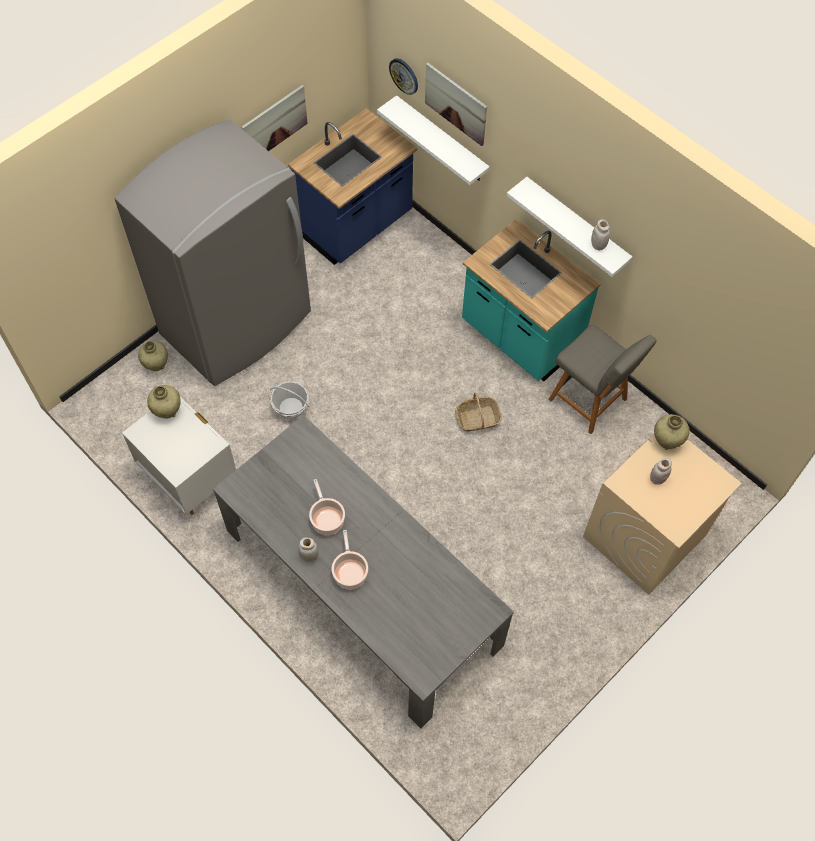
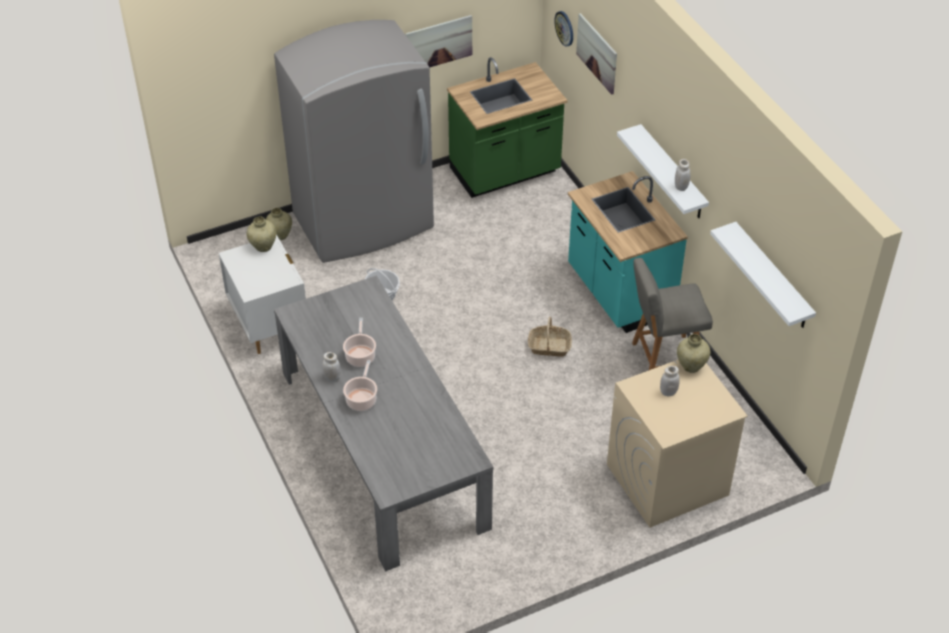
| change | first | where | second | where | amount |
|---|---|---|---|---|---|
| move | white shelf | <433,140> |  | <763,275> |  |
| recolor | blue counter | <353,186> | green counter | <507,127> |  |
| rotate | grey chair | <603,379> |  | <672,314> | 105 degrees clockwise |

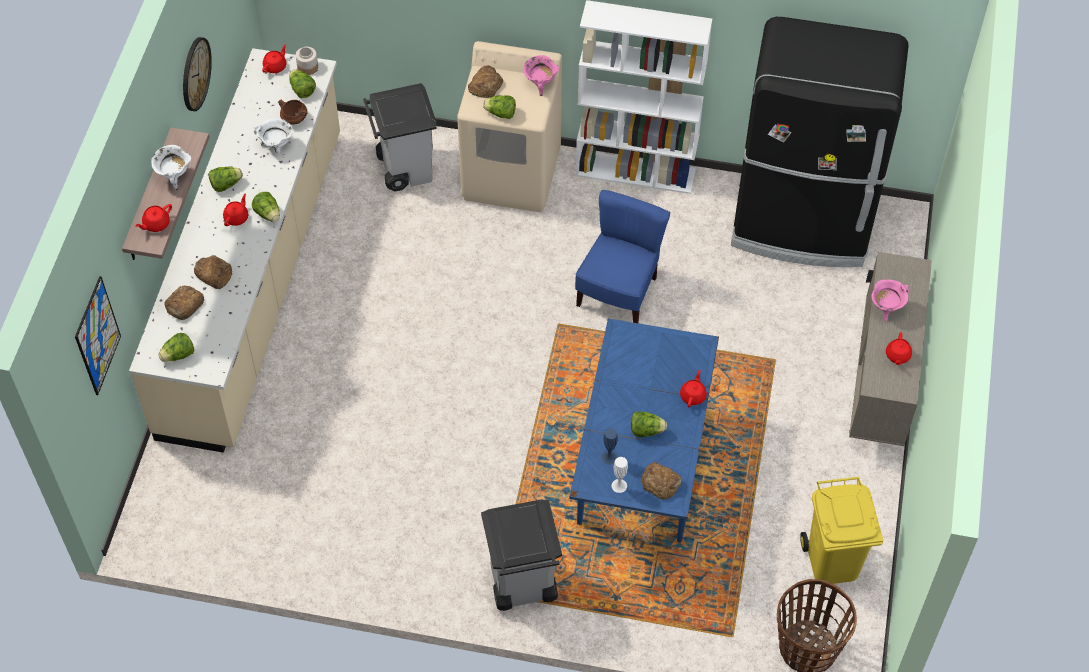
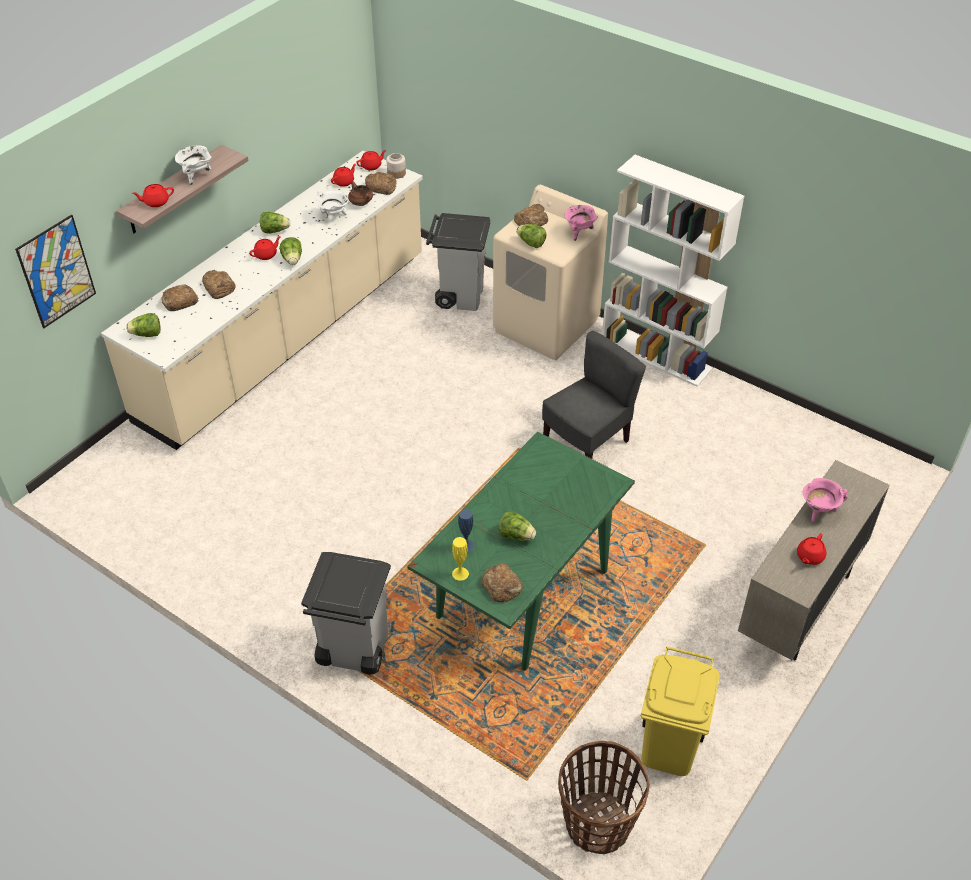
| change | first | where | second | where | amount |
|---|---|---|---|---|---|
| delete | wall clock | <197,74> |  |  |  |
| delete | black fridge | <820,142> |  |  |  |
| move | red teapot | <693,388> |  | <343,175> |  |
| replace | lettuce | <302,84> | bread | <380,183> |  |
| recolor | blue dining table | <644,431> | green dining table | <521,551> |  |
| recolor | blue chair | <622,256> | grey chair | <594,395> |  |
| recolor | white vase | <619,475> | yellow vase | <460,559> |  |

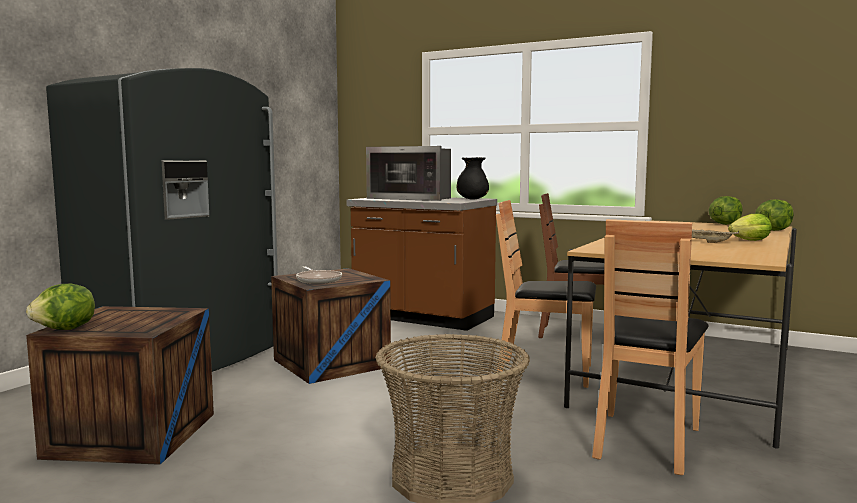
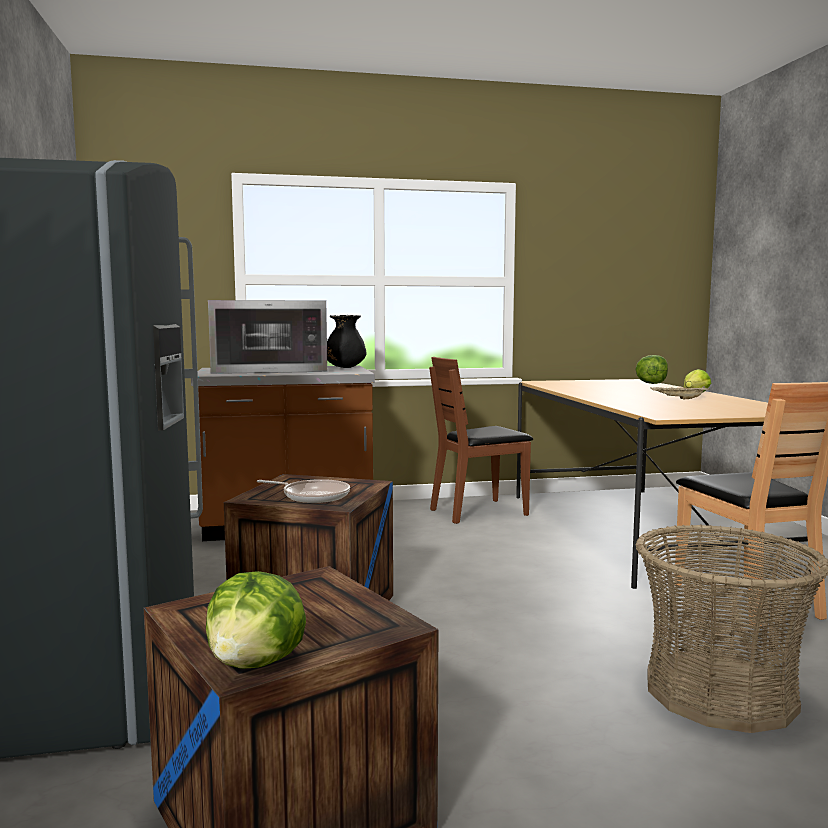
| change | first | where | second | where | amount |
|---|---|---|---|---|---|
| delete | brown chair | <546,294> |  |  |  |
| delete | lettuce | <726,210> |  |  |  |

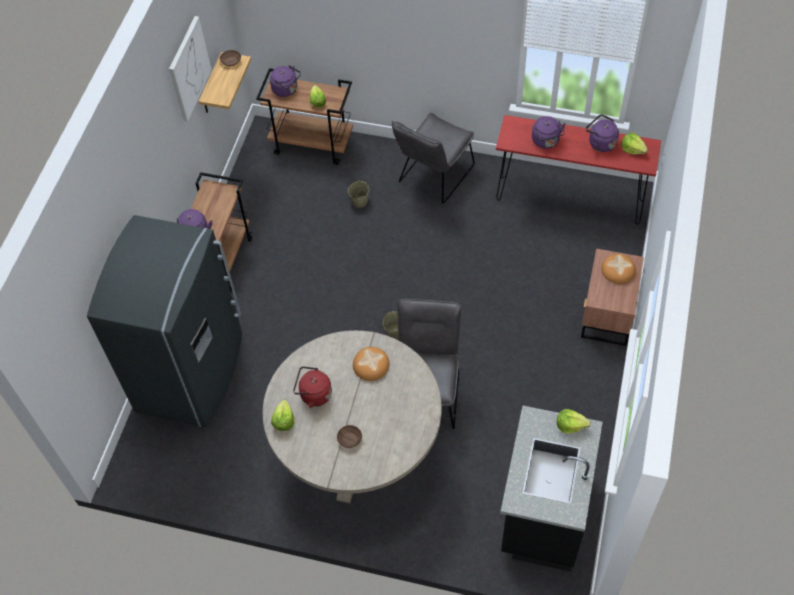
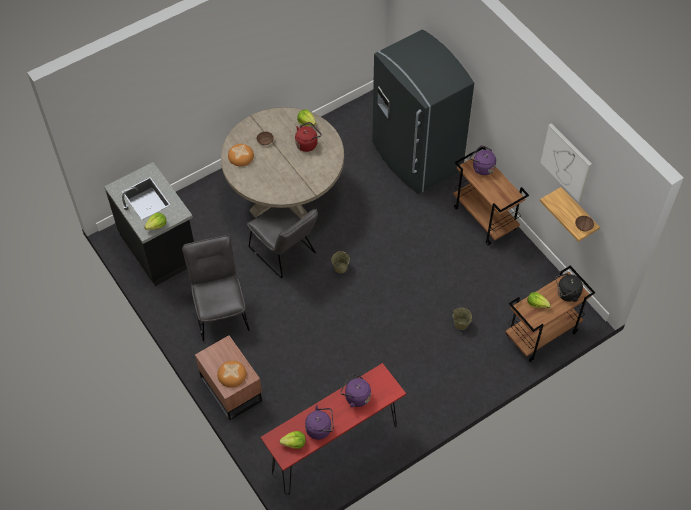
| change | first | where | second | where | amount |
|---|---|---|---|---|---|
| move | bread | <371,364> |  | <241,155> |  |
| move | grey chair | <433,158> |  | <216,288> |  |
| recolor | purple kettle | <285,81> | black kettle | <569,287> |  |

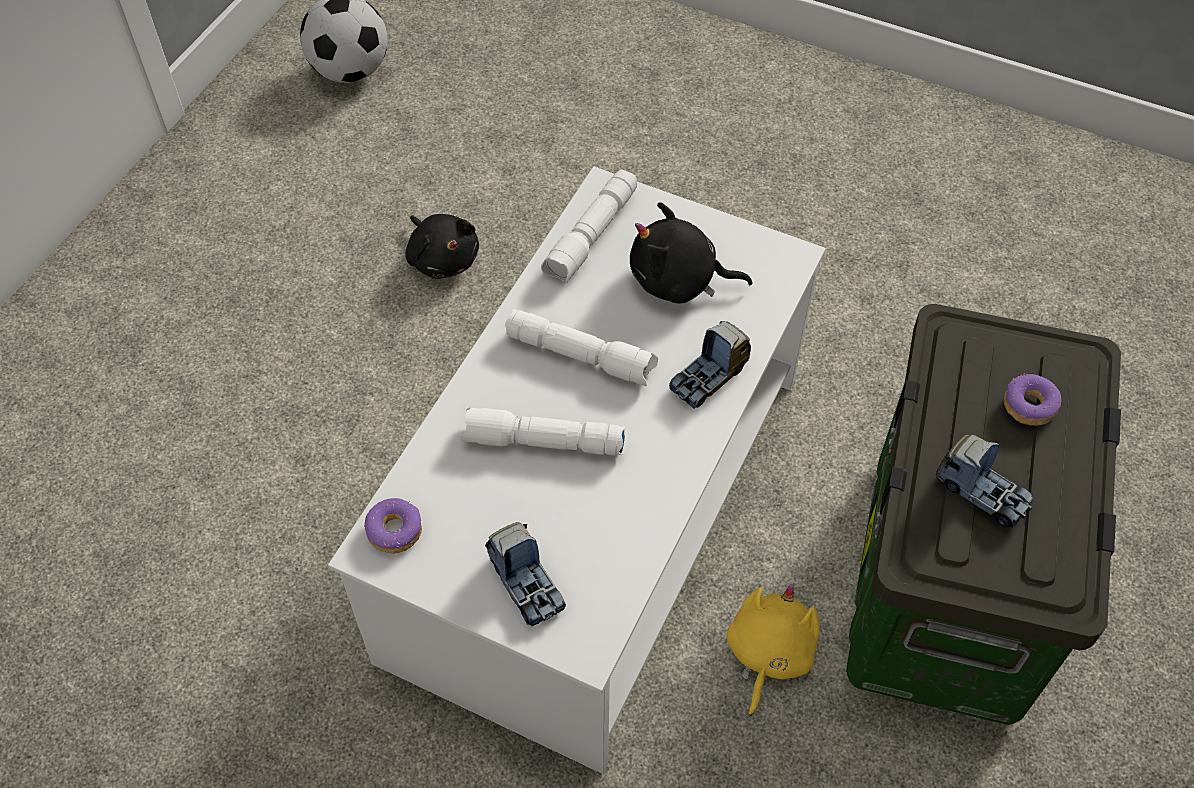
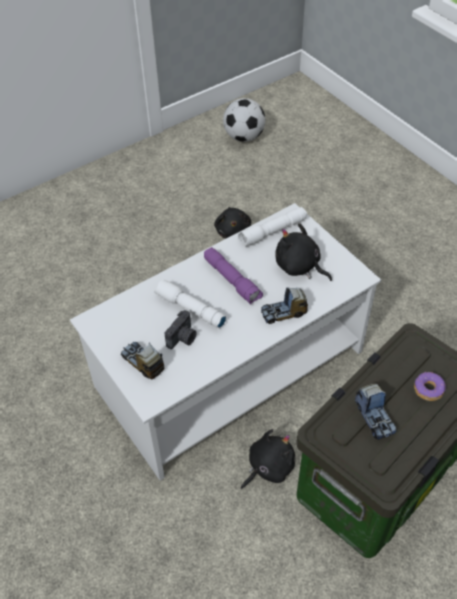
| change | first | where | second | where | amount |
|---|---|---|---|---|---|
| delete | donut | <393,526> |  |  |  |
| insert |  |  | photo camera | <180,329> |  |
| recolor | white flashlight | <581,348> | purple flashlight | <233,275> |  |
| recolor | yellow plush toy | <773,650> | black plush toy | <268,459> |  |
| rotate | toy truck | <525,574> |  | <143,360> | 135 degrees clockwise |

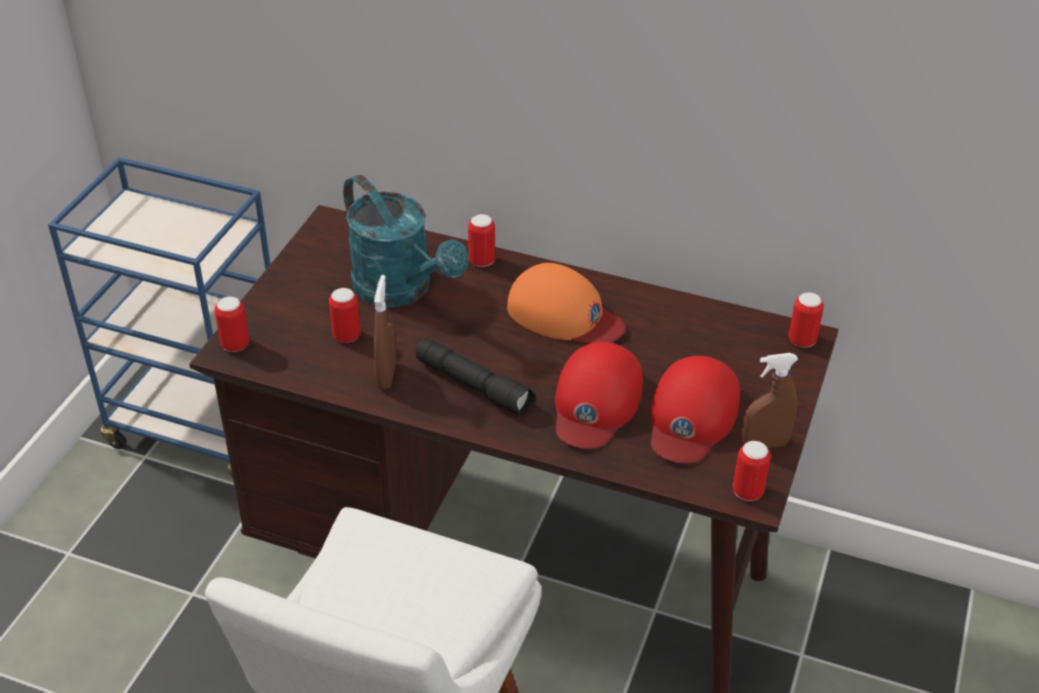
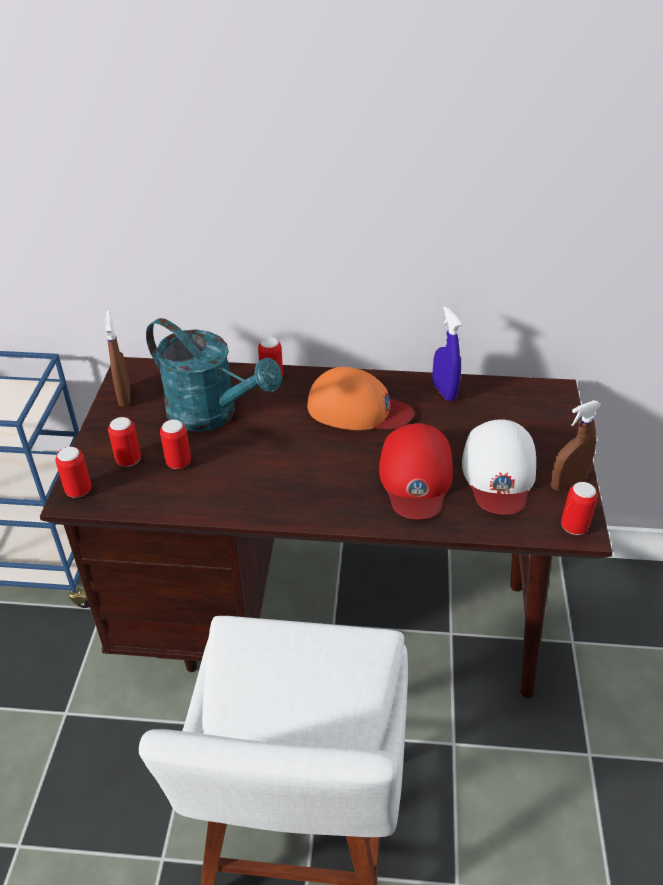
| change | first | where | second | where | amount |
|---|---|---|---|---|---|
| delete | black flashlight | <476,377> |  |  |  |
| insert |  |  | blue spray bottle | <447,353> |  |
| move | brown spray bottle | <384,332> |  | <117,359> |  |
| move | can | <806,320> |  | <124,442> |  |
| recolor | red cap | <695,410> | white cap | <499,467> |  |

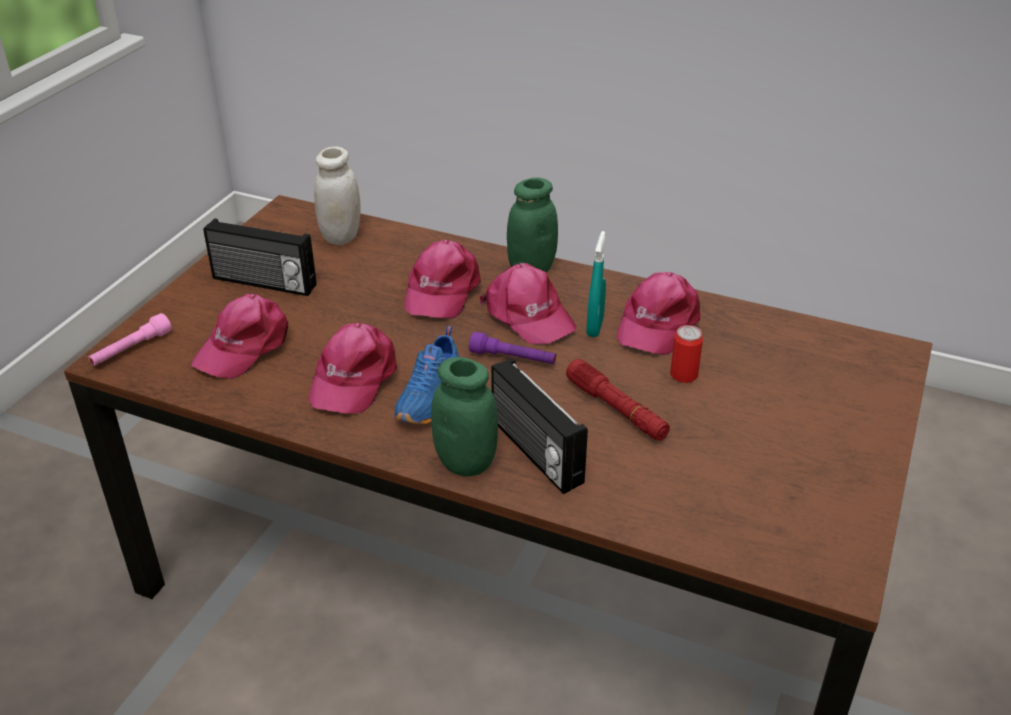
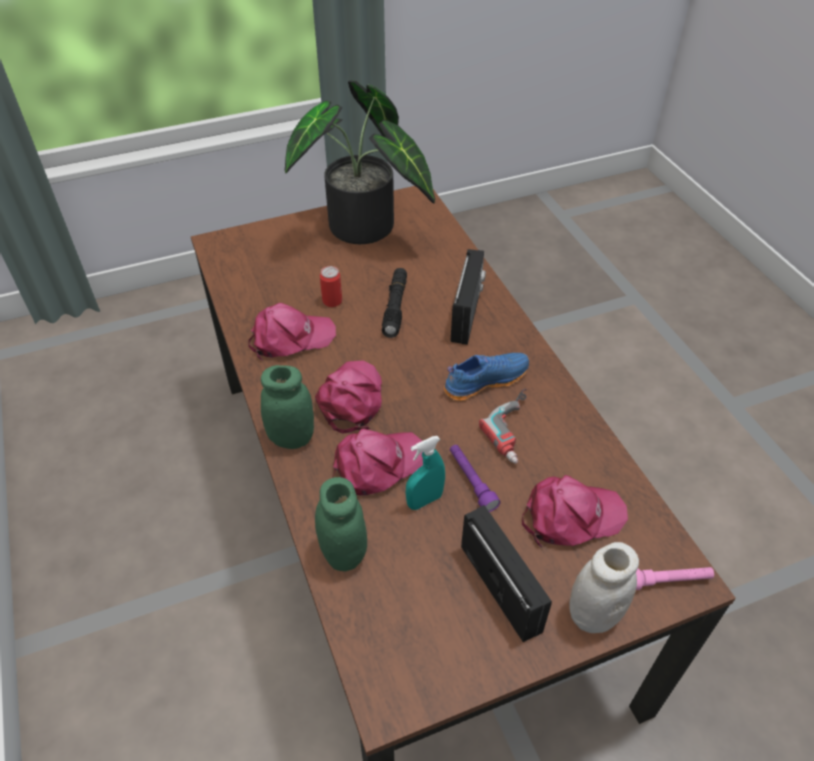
| change | first | where | second | where | amount |
|---|---|---|---|---|---|
| insert |  |  | potted plant | <360,162> |  |
| move | white jar | <337,195> |  | <604,587> |  |
| move | green jar | <464,417> |  | <341,524> |  |
| move | purple flashlight | <512,348> |  | <475,478> |  |
| move | turquoise spray bottle | <596,284> |  | <425,473> |  |
| replace | pink cap | <352,368> | power drill | <503,426> |  |
| recolor | red flashlight | <618,400> | black flashlight | <394,303> |  |

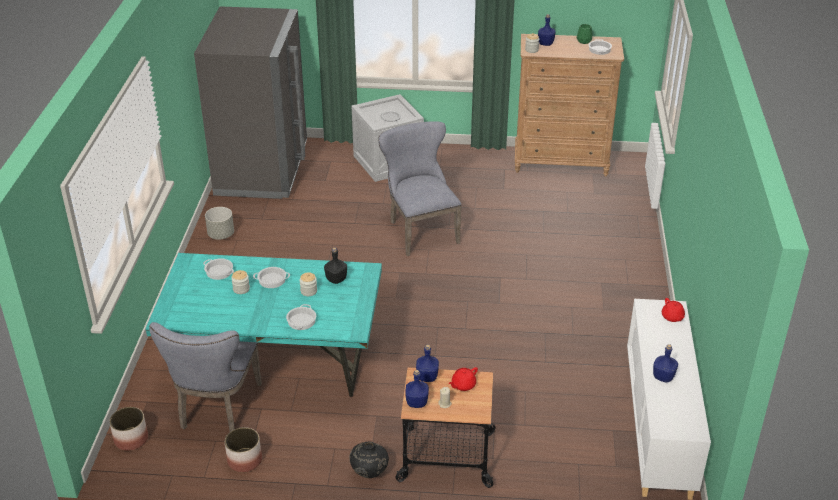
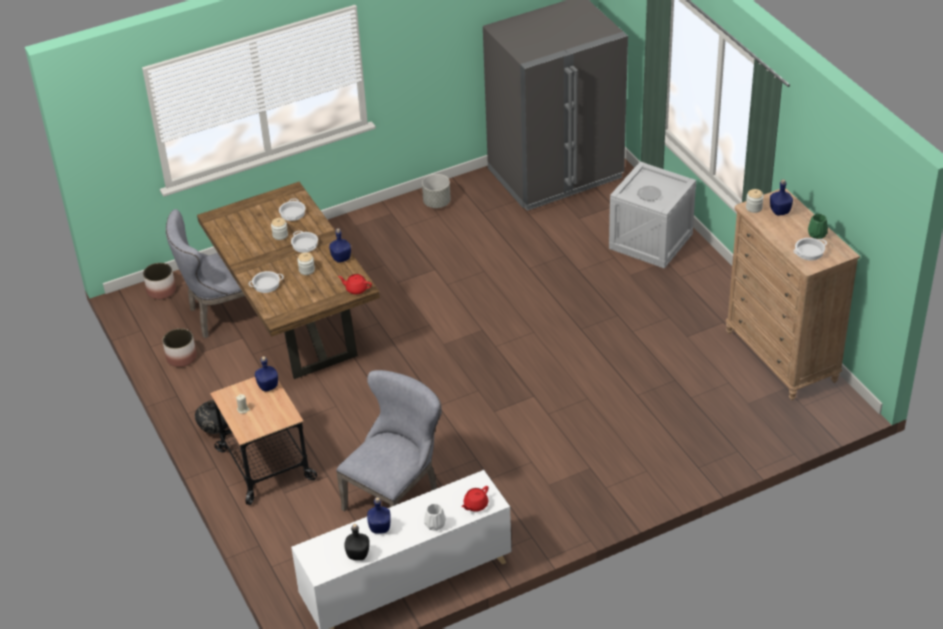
| change | first | where | second | where | amount |
|---|---|---|---|---|---|
| insert |  |  | white vase | <435,517> |  |
| move | black bottle | <335,266> |  | <356,542> |  |
| move | grey chair | <419,188> |  | <389,441> |  |
| move | blue bottle | <417,389> |  | <340,245> |  |
| move | red teapot | <463,379> |  | <355,284> |  |
| recolor | turquoise dining table | <263,325> | brown dining table | <288,280> |  |

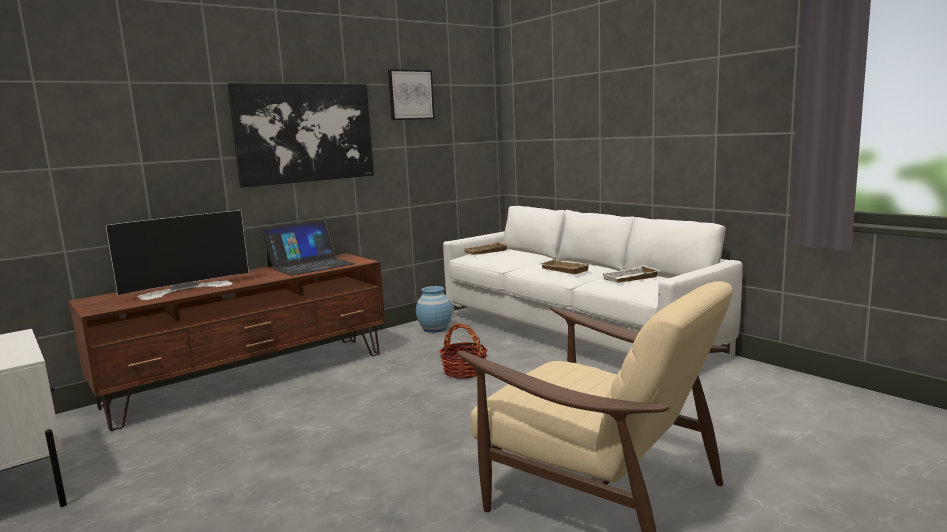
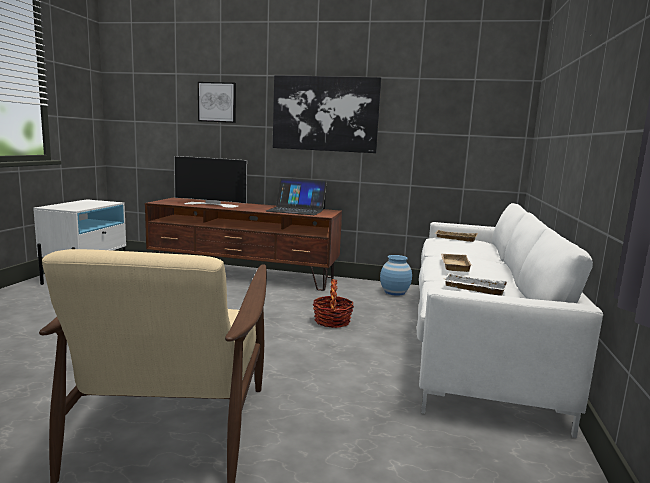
| change | first | where | second | where | amount |
|---|---|---|---|---|---|
| move | picture | <411,94> |  | <217,102> |  |

